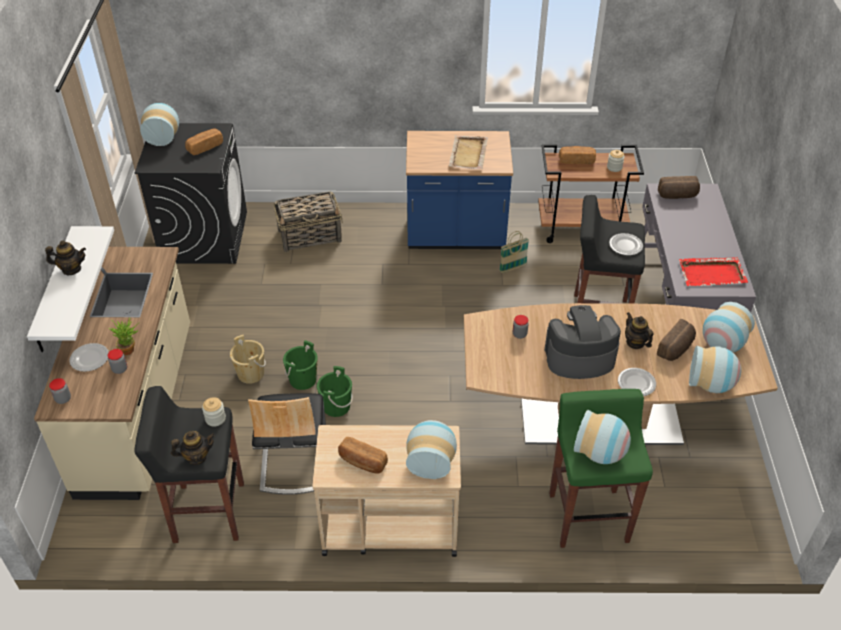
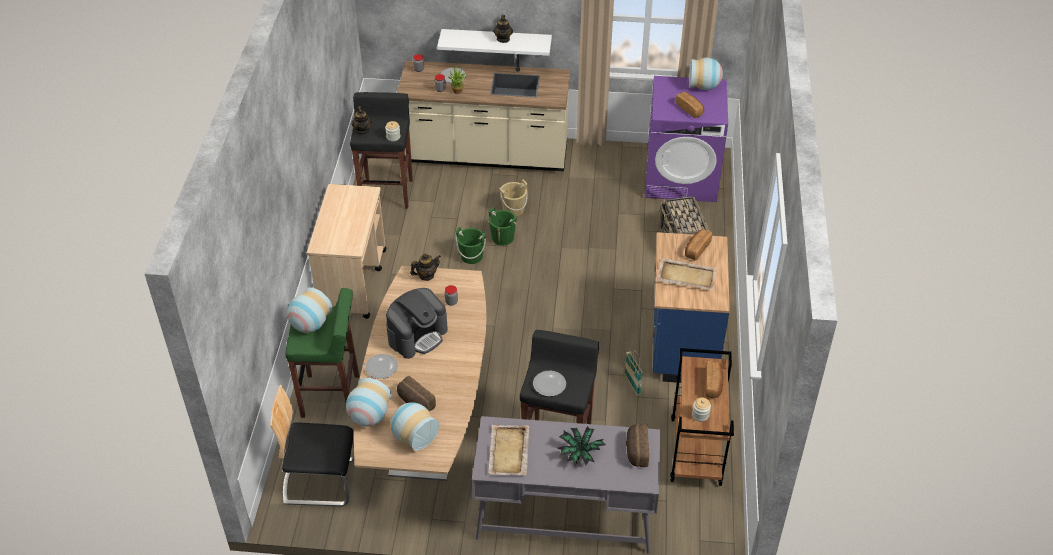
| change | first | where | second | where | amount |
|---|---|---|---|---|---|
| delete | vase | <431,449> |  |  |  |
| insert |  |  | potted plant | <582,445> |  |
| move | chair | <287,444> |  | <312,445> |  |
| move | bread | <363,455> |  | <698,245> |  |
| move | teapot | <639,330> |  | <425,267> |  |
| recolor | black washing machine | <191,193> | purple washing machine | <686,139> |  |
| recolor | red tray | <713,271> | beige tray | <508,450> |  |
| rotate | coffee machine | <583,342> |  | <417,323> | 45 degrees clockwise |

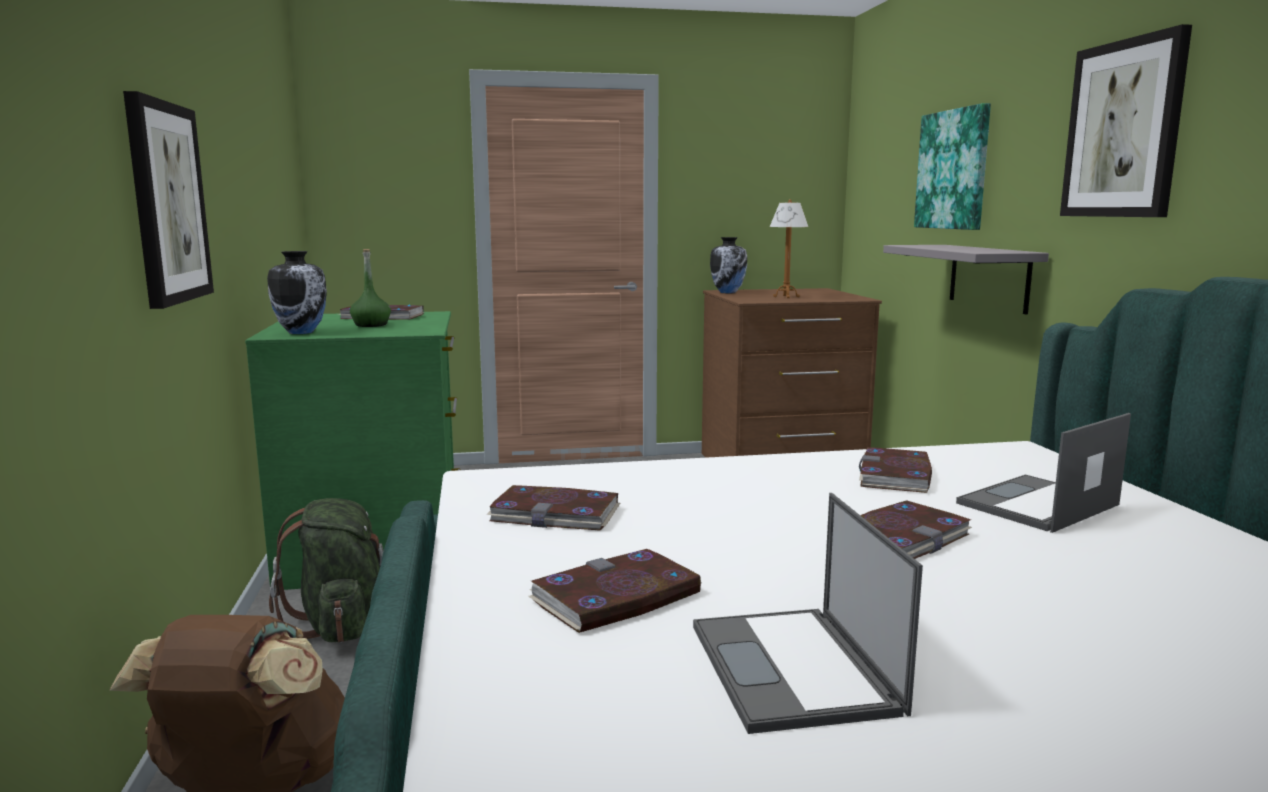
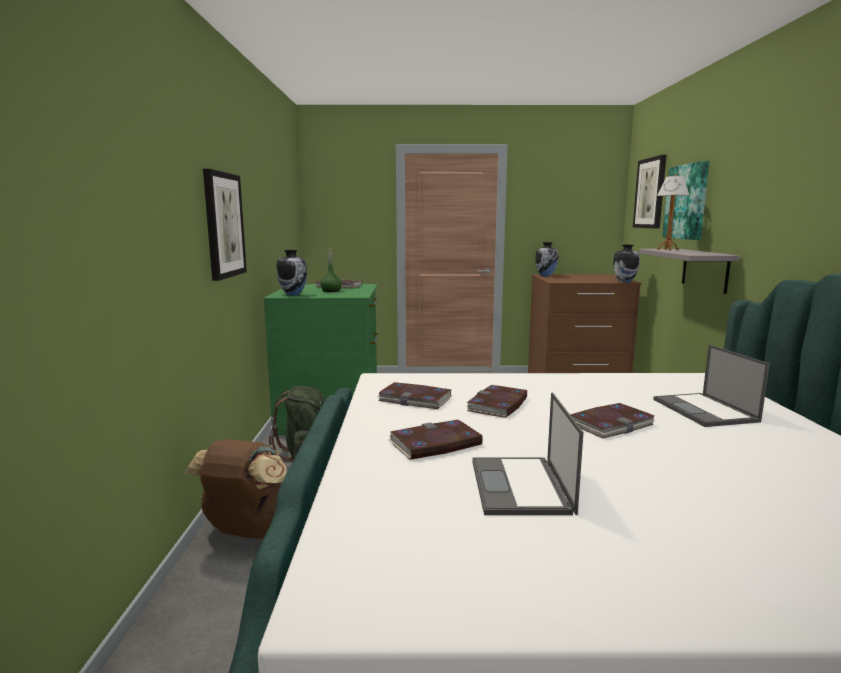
| change | first | where | second | where | amount |
|---|---|---|---|---|---|
| insert |  |  | vase | <626,263> |  |
| move | table lamp | <789,248> |  | <673,212> |  |
| move | book | <895,470> |  | <496,401> |  |
| move | picture | <1126,120> |  | <650,192> |  |
| rotate | laptop | <1043,473> |  | <711,385> | 75 degrees counterclockwise |

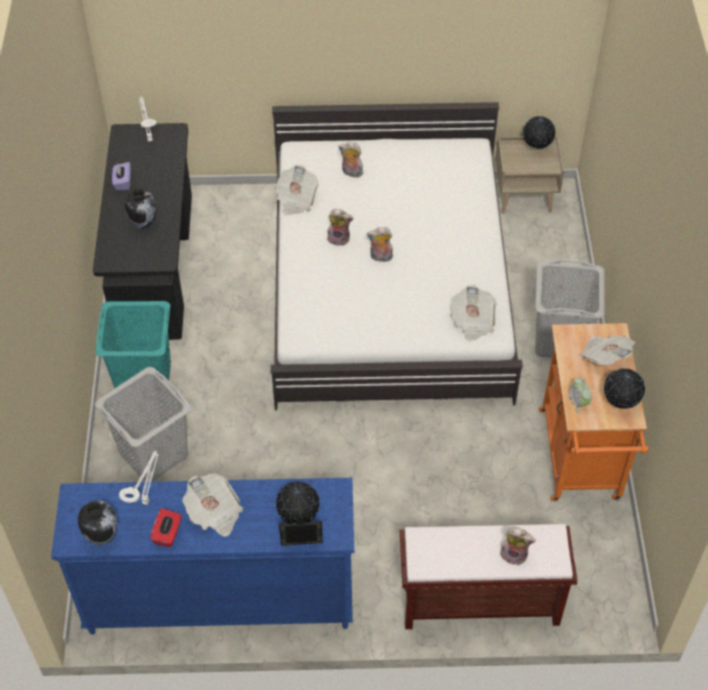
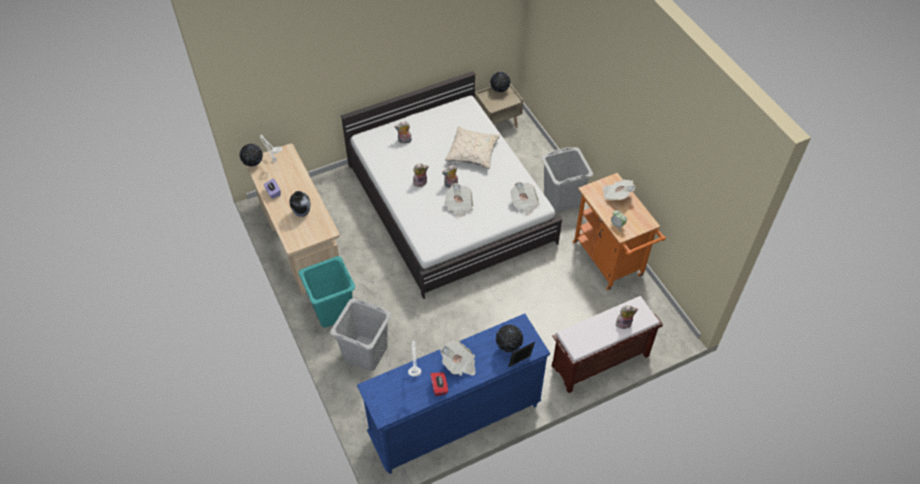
| change | first | where | second | where | amount |
|---|---|---|---|---|---|
| delete | vase | <97,523> |  |  |  |
| insert |  |  | beige pillow | <472,148> |  |
| move | newspaper | <297,190> |  | <459,200> |  |
| move | globe | <624,388> |  | <251,155> |  |
| recolor | black desk | <142,231> | beige desk | <293,219> |  |

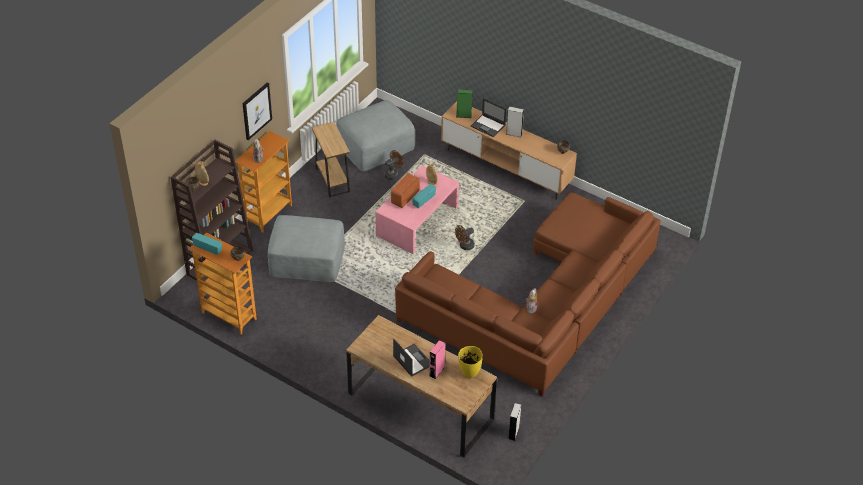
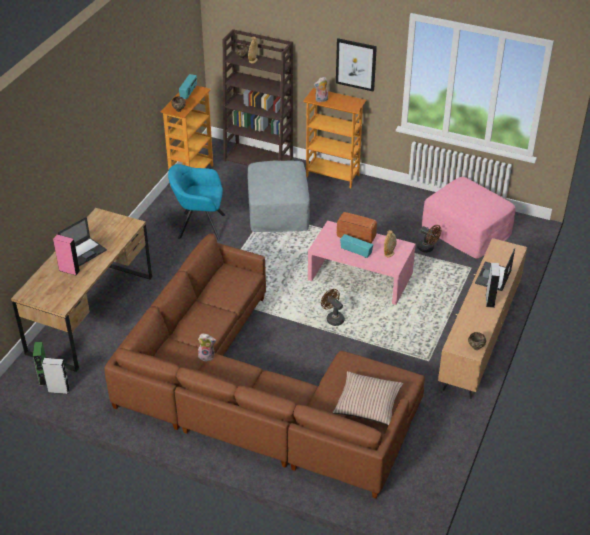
| change | first | where | second | where | amount |
|---|---|---|---|---|---|
| delete | brown side table | <330,159> |  |  |  |
| delete | yellow vase | <470,362> |  |  |  |
| insert |  |  | turquoise armchair | <197,202> |  |
| insert |  |  | pillow | <367,398> |  |
| move | green speaker | <464,103> |  | <40,364> |  |
| recolor | grey ottoman | <376,135> | pink ottoman | <469,217> |  |

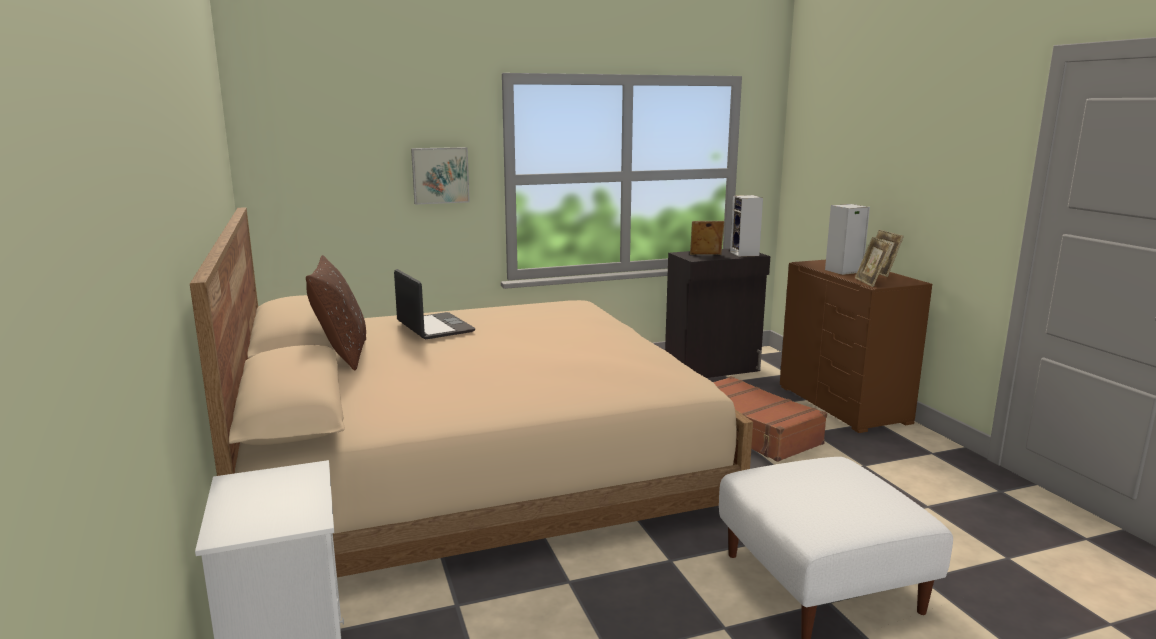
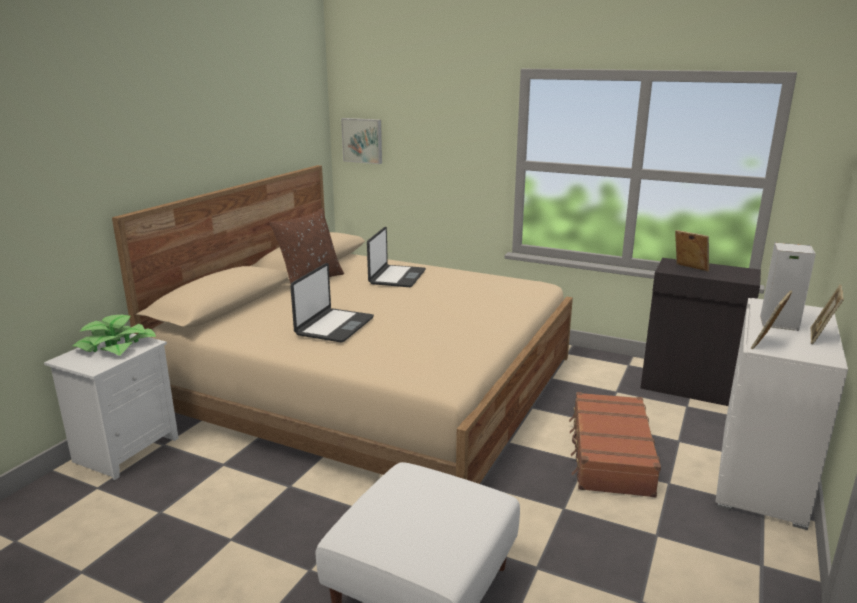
| change | first | where | second | where | amount |
|---|---|---|---|---|---|
| delete | speaker | <746,226> |  |  |  |
| insert |  |  | potted plant | <113,335> |  |
| insert |  |  | laptop | <332,302> |  |
| move | picture | <440,176> |  | <361,141> |  |
| recolor | brown dresser | <856,346> | white dresser | <781,414> |  |

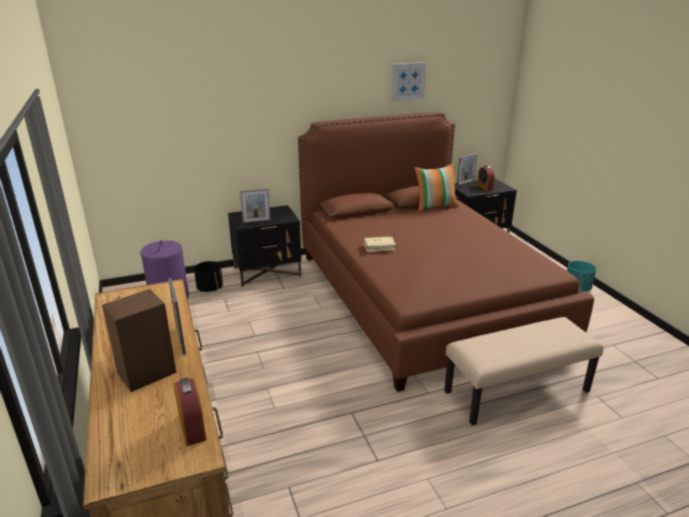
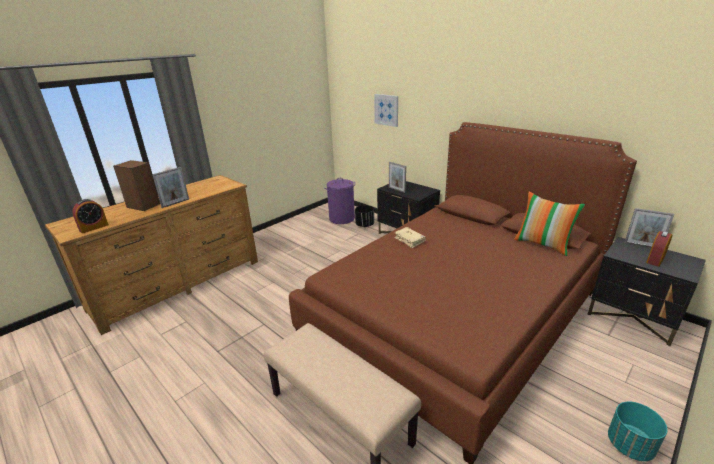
| change | first | where | second | where | amount |
|---|---|---|---|---|---|
| move | picture | <409,81> |  | <386,110> |  |

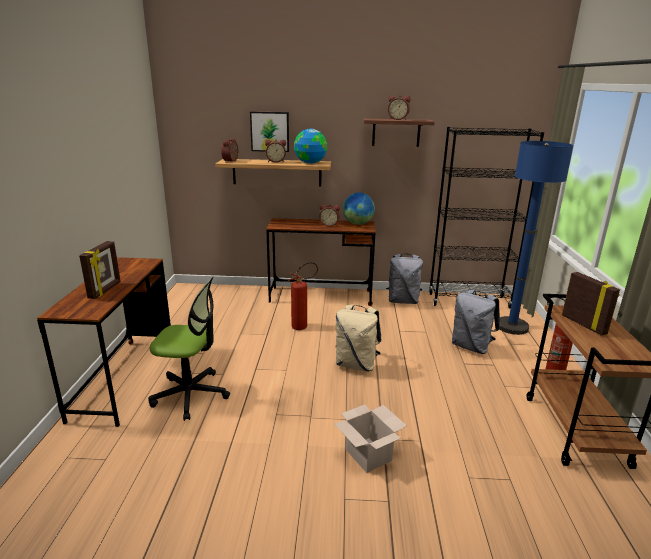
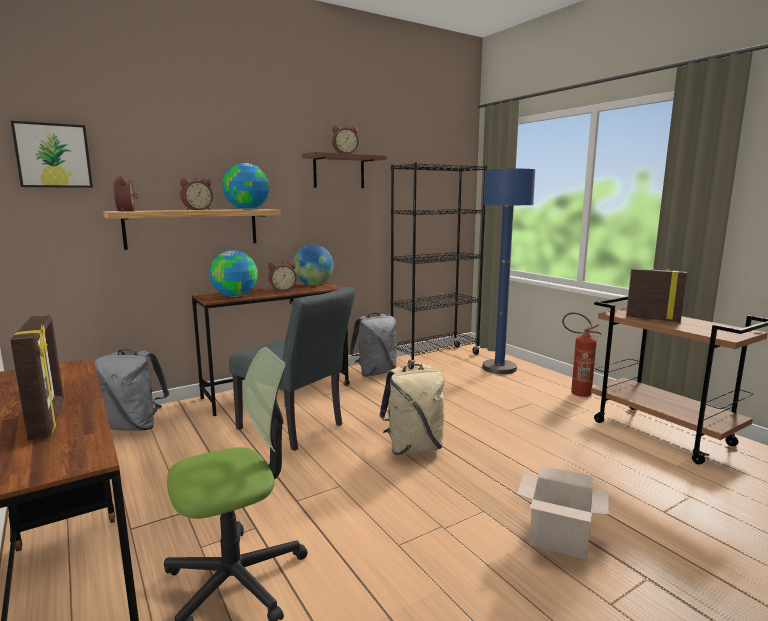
| change | first | where | second | where | amount |
|---|---|---|---|---|---|
| insert |  |  | globe | <233,273> |  |
| move | picture | <269,131> |  | <52,154> |  |
| move | grey backpack | <476,322> |  | <132,390> |  |
| replace | fire extinguisher | <303,296> | grey chair | <292,369> |  |

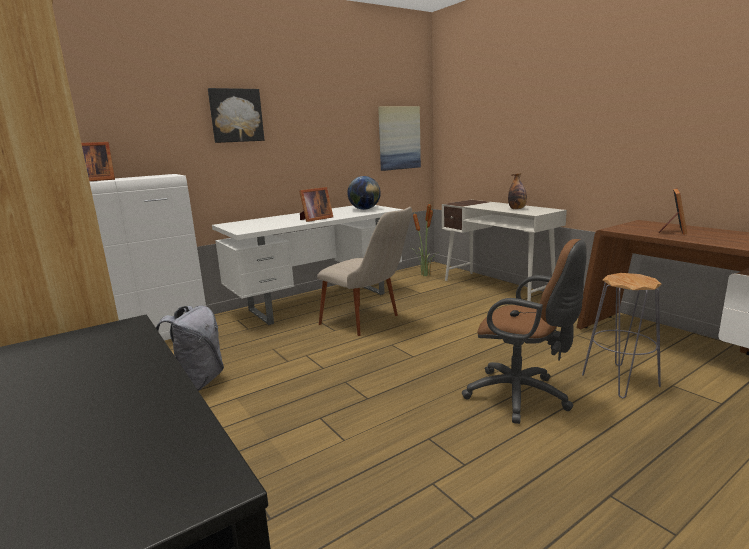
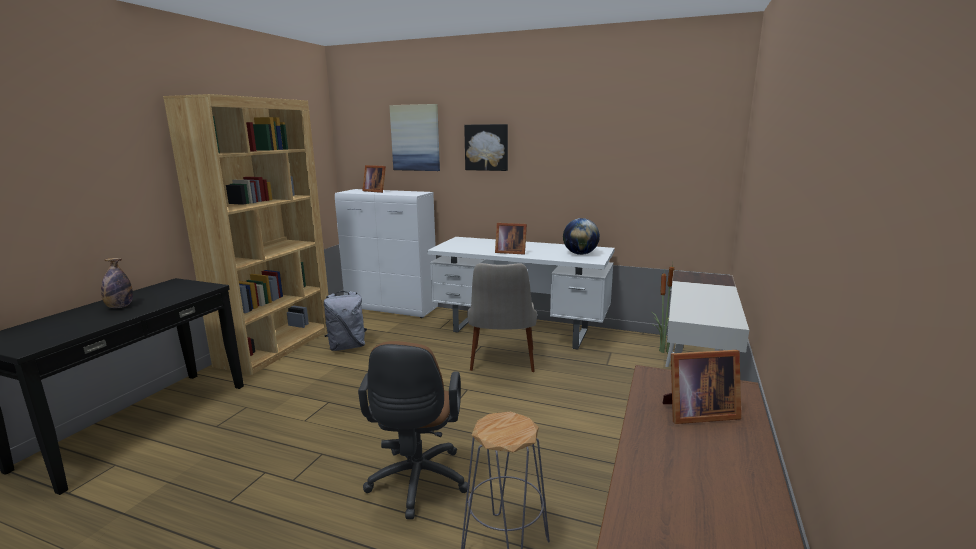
| change | first | where | second | where | amount |
|---|---|---|---|---|---|
| move | picture | <399,138> |  | <414,137> |  |
| move | bottle | <517,191> |  | <117,283> |  |

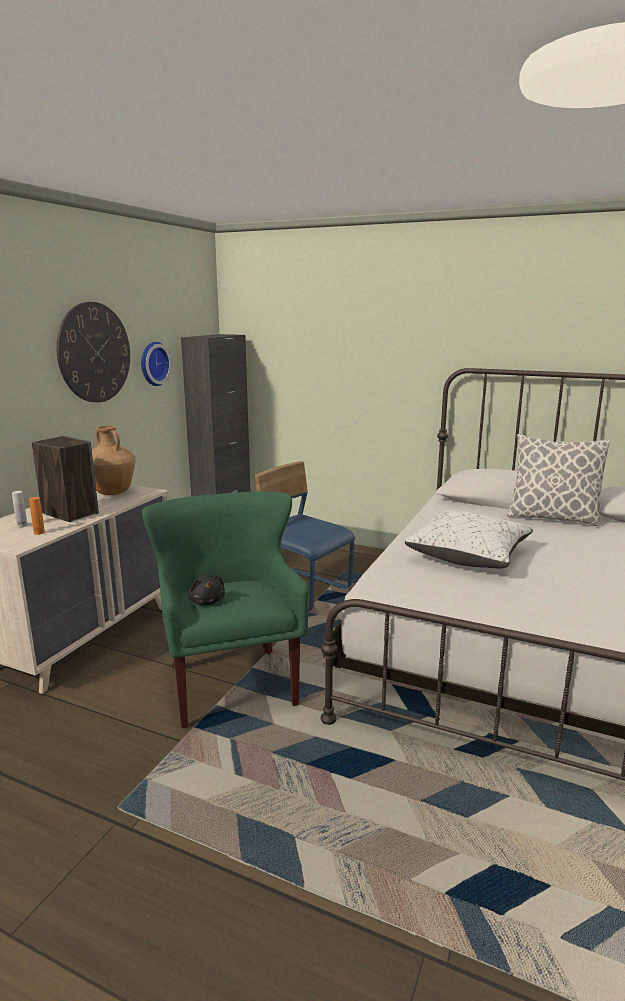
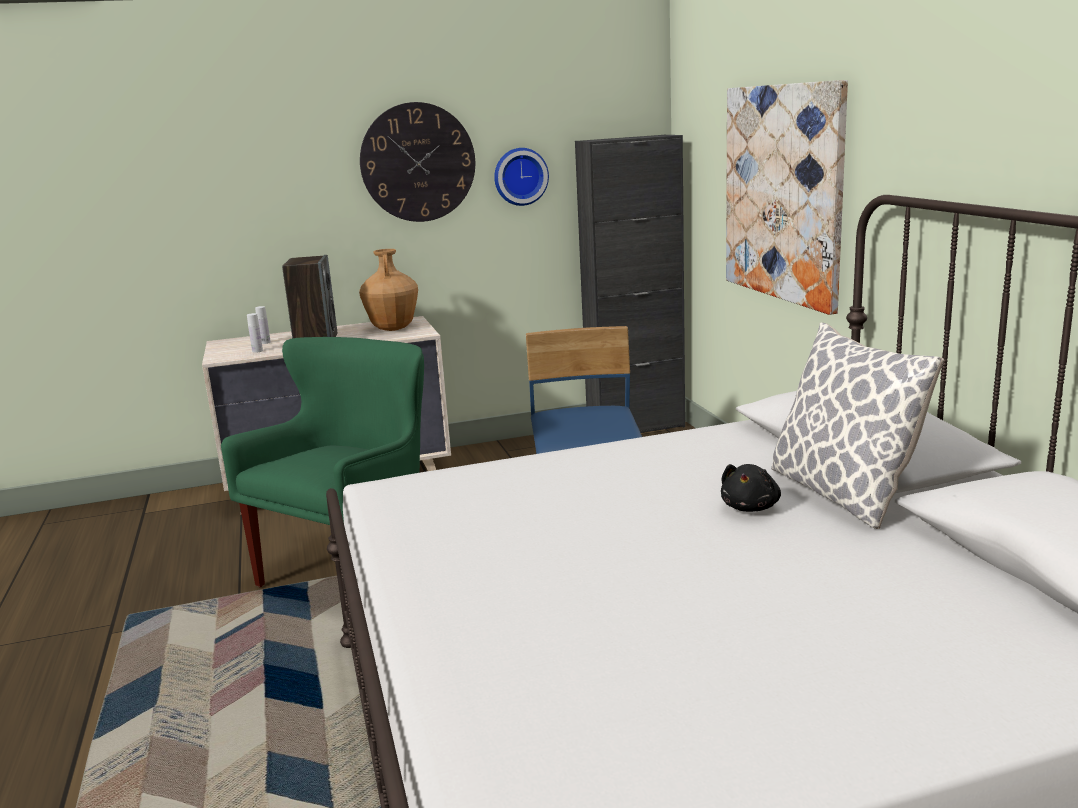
| change | first | where | second | where | amount |
|---|---|---|---|---|---|
| delete | white pillow | <469,539> |  |  |  |
| insert |  |  | picture | <787,197> |  |
| move | black plush toy | <206,590> |  | <751,488> |  |
| recolor | orange bottle | <37,516> | white bottle | <255,333> |  |

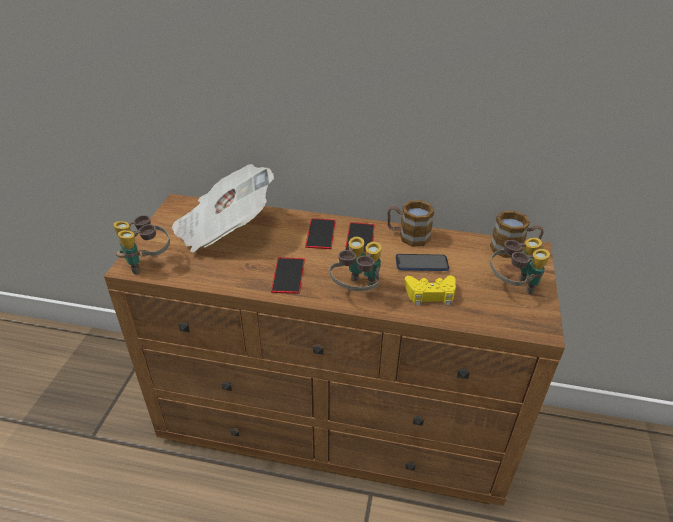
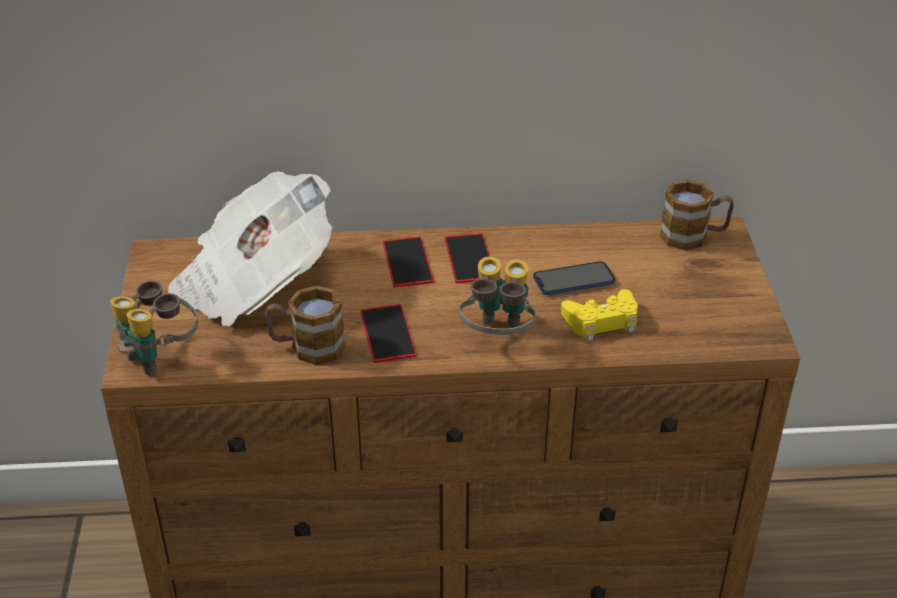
| change | first | where | second | where | amount |
|---|---|---|---|---|---|
| delete | binoculars | <520,266> |  |  |  |
| move | mug | <411,223> |  | <305,325> |  |

